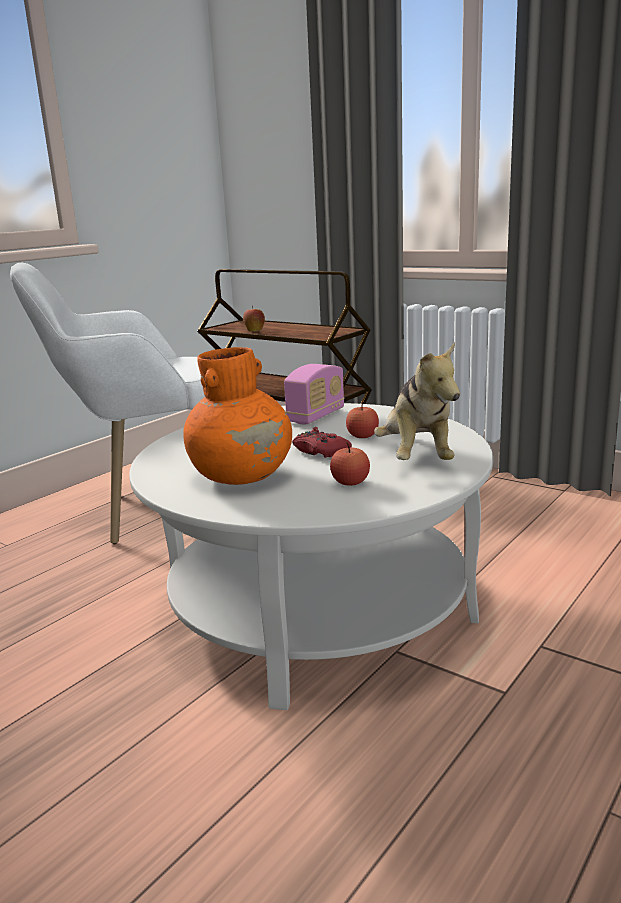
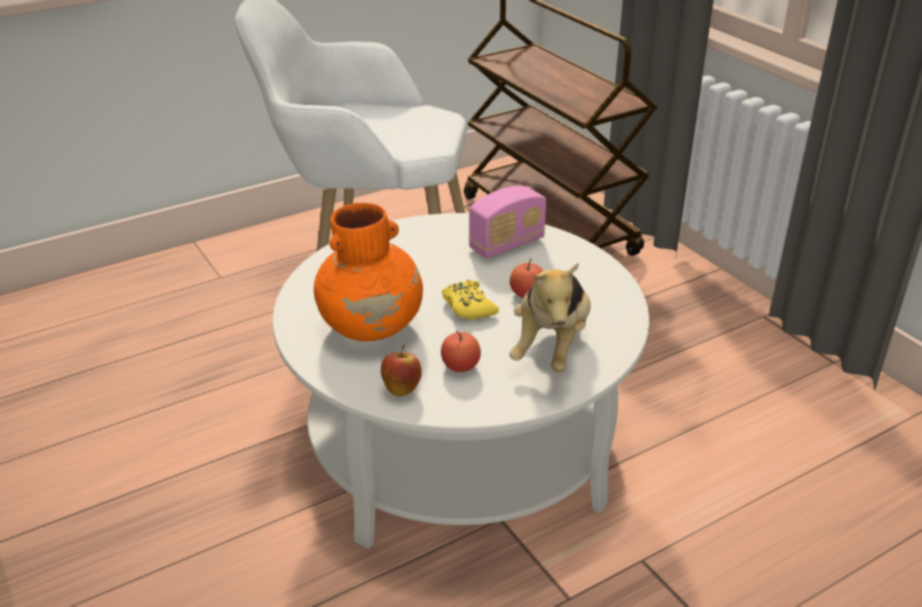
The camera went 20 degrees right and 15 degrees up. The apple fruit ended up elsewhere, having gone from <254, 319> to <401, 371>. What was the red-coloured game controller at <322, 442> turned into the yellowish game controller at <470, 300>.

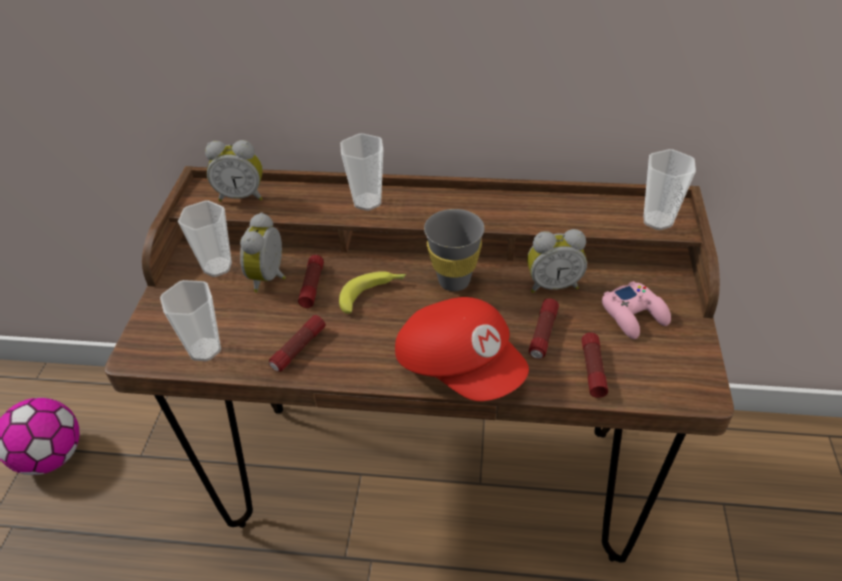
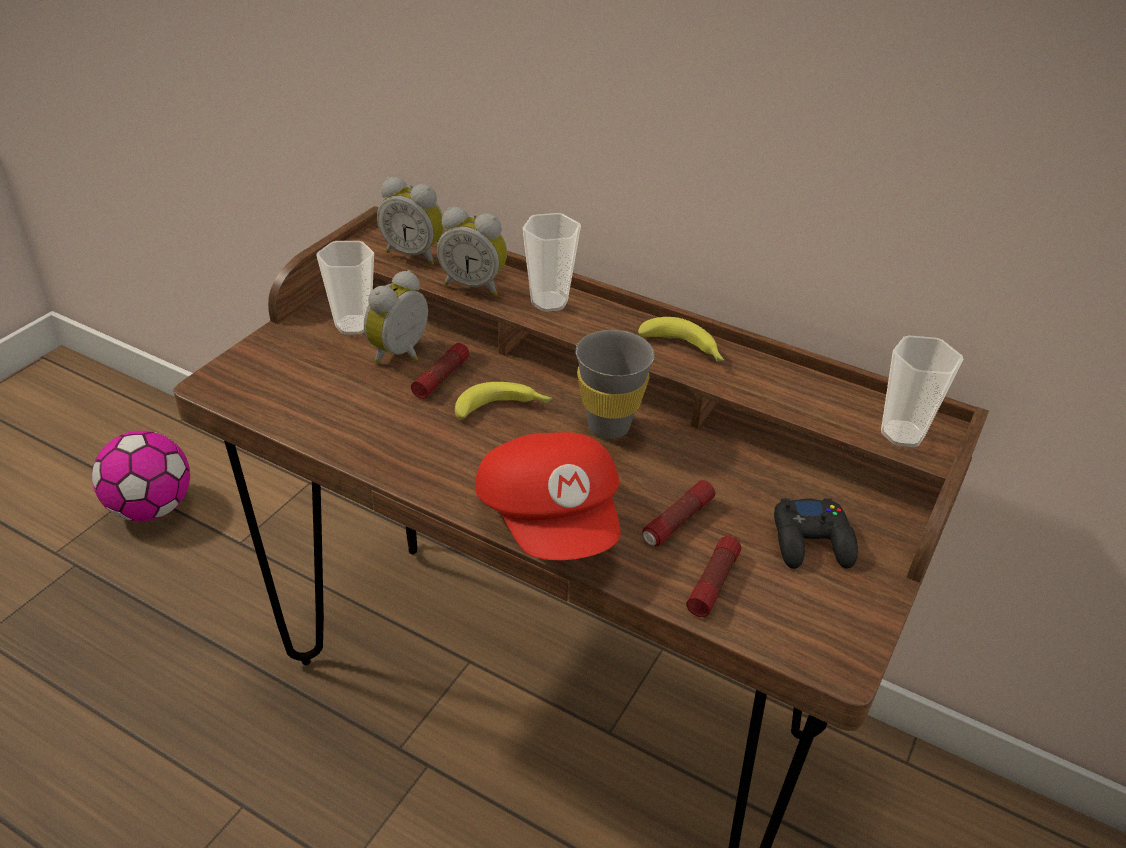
The camera went 20 degrees right and 5 degrees down. The second view lost the small cup at <190, 320>. The second view lost the hand torch at <297, 343>. The alarm clock ended up elsewhere, having gone from <557, 261> to <472, 251>. What was the pink game controller at <636, 310> turned into the blackish game controller at <816, 533>. The second view gained the banana at <681, 339>.

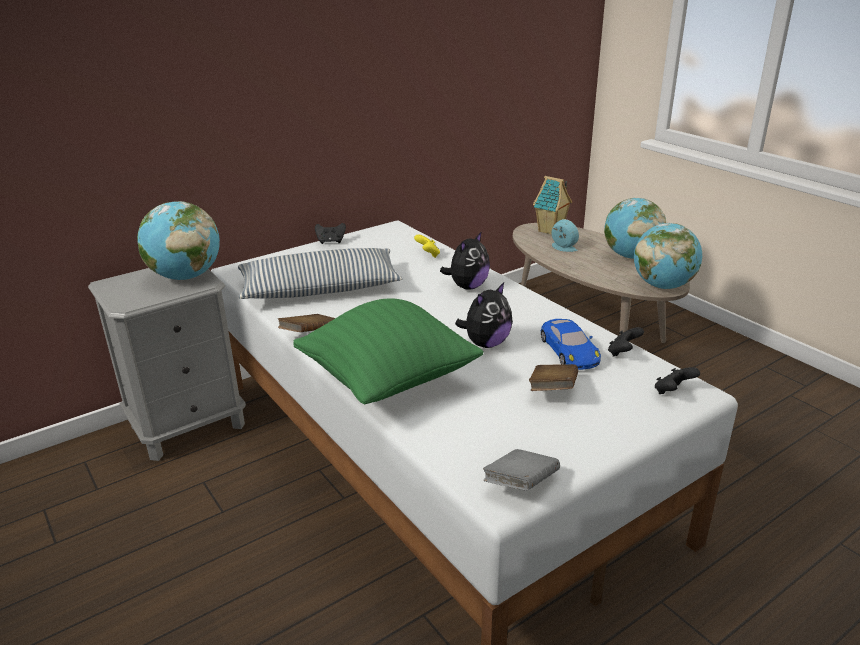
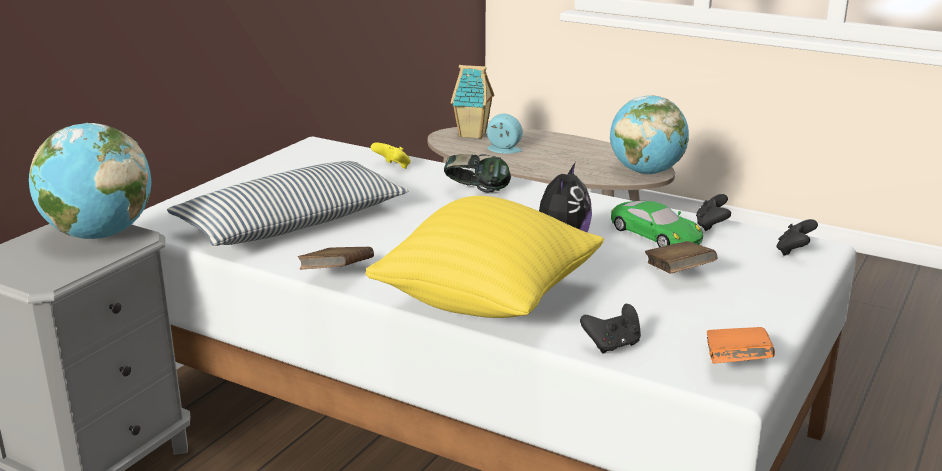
The camera went 25 degrees left and 5 degrees down. What was the green cushion at <388, 351> turned into the yellowish cushion at <484, 257>. The blackish game controller ended up elsewhere, having gone from <330, 233> to <610, 329>. Where the cuddly toy stood at <465, 260>, the pair of headphones came to stand at <477, 173>. What was the greyish book at <521, 469> turned into the orangey book at <741, 345>. What was the bluish model car at <571, 344> turned into the green model car at <657, 224>. The second view lost the desk globe at <635, 228>.

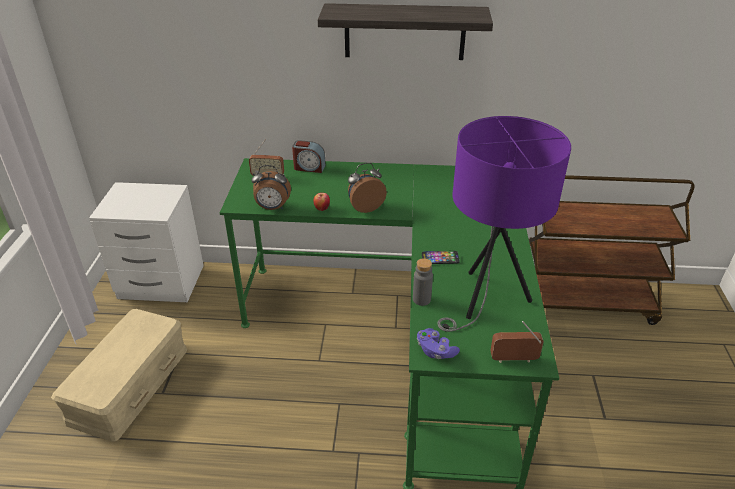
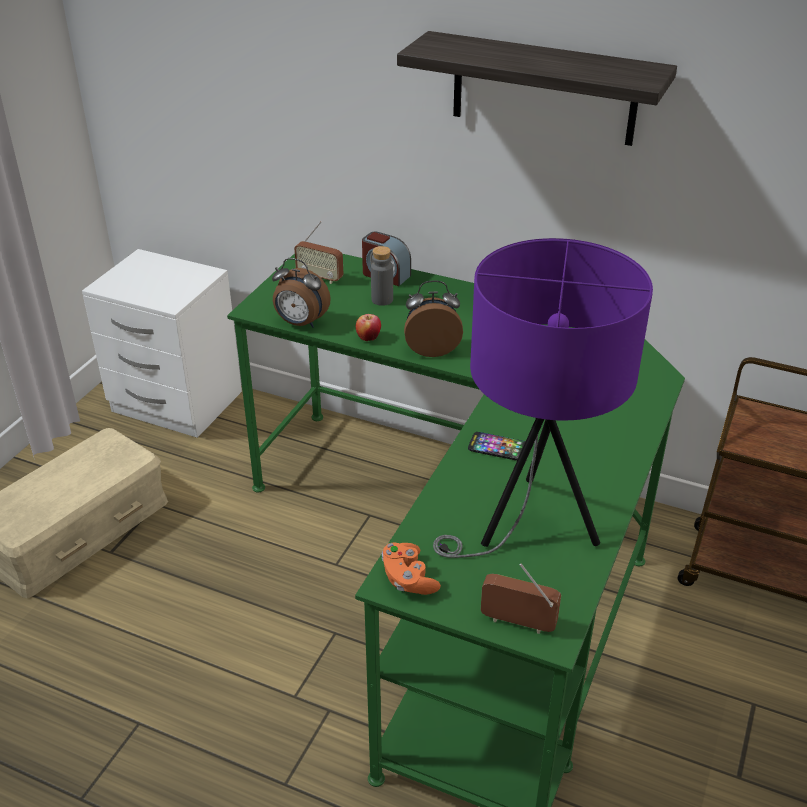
The camera went 20 degrees right and 0 degrees up. The greyish drink bottle ended up elsewhere, having gone from <423, 282> to <382, 276>. What was the purple game controller at <438, 343> turned into the orangey game controller at <411, 568>.

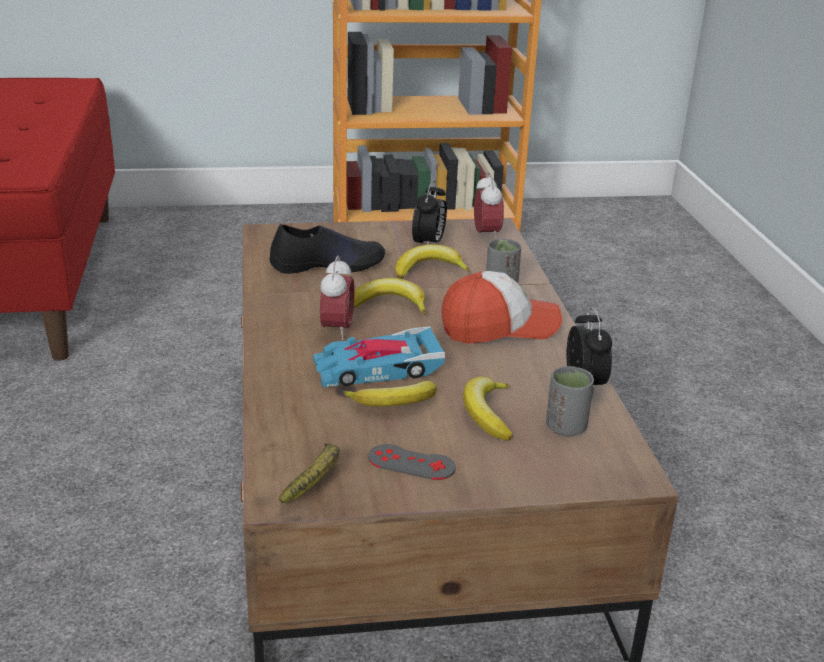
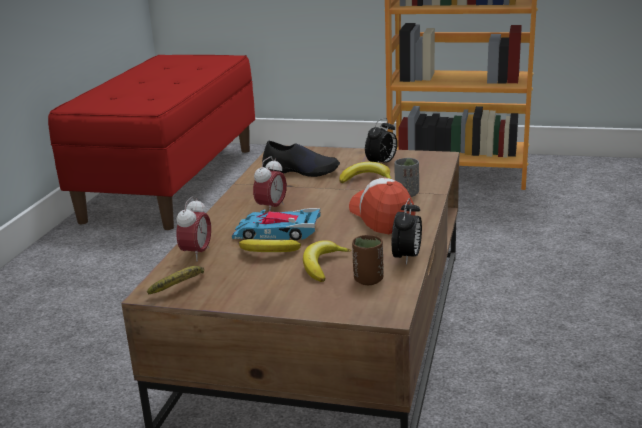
The camera went 25 degrees right and 5 degrees down. The second view lost the banana at <390, 296>. The second view lost the greyish game controller at <412, 462>. The cap at <501, 307> ended up facing another way, 120 degrees counterclockwise from before. The alarm clock ended up elsewhere, having gone from <489, 206> to <193, 228>. What was the greyish small cup at <570, 401> turned into the brown-coloured small cup at <368, 260>.

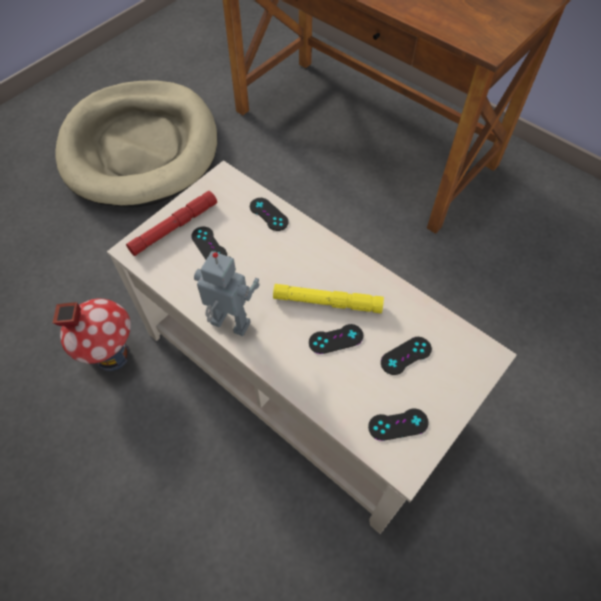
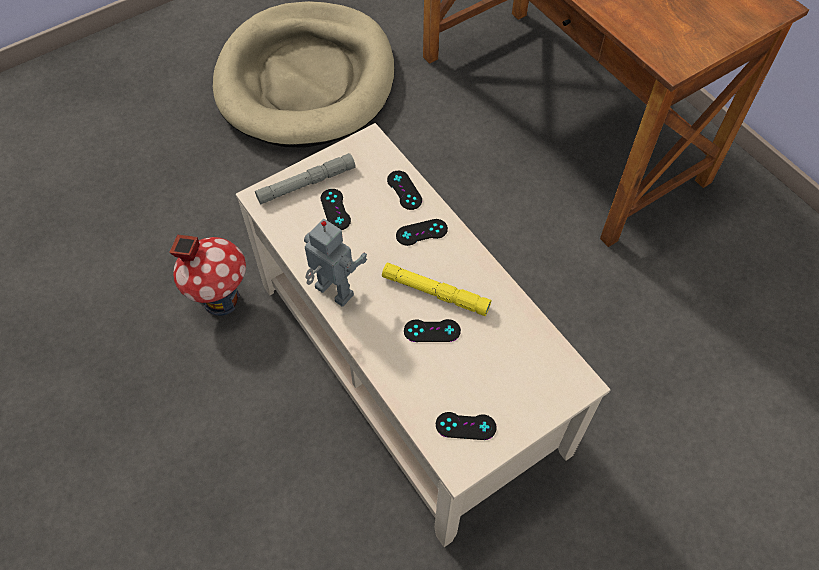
The camera went 15 degrees right and 0 degrees up. What was the red-coloured hand torch at <171, 223> turned into the greyish hand torch at <305, 179>. The blackish game controller ended up elsewhere, having gone from <406, 356> to <422, 232>.

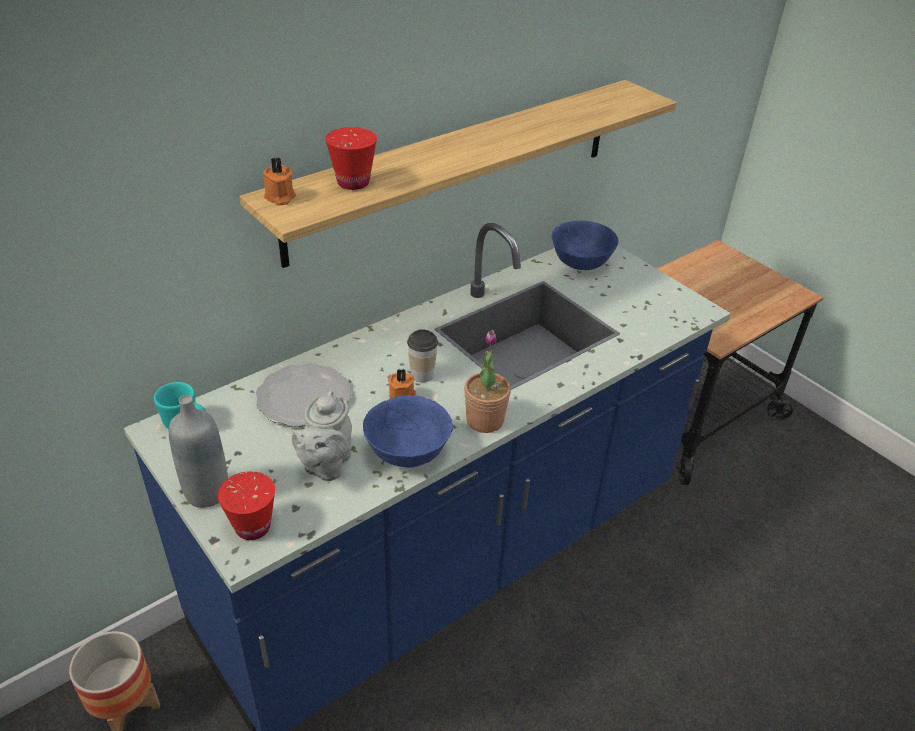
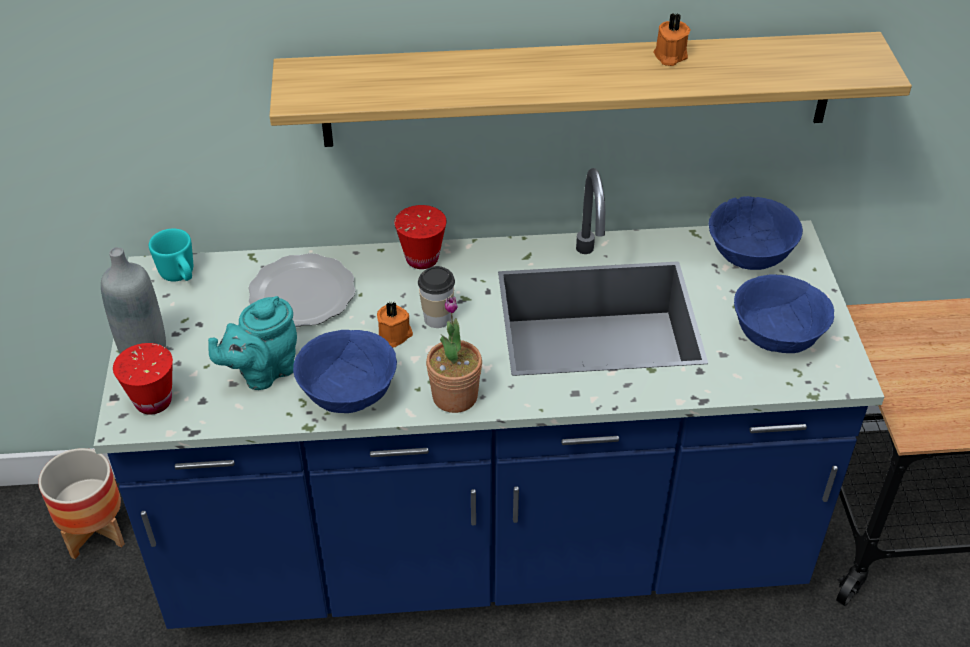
The camera went 35 degrees right and 5 degrees up. The orangey wax light ended up elsewhere, having gone from <279, 181> to <671, 39>. What was the greyish tea pot at <322, 435> turned into the turquoise-coloured tea pot at <252, 343>. The red-coloured small cup ended up elsewhere, having gone from <351, 158> to <420, 237>. The second view gained the bluish bowl at <784, 313>.

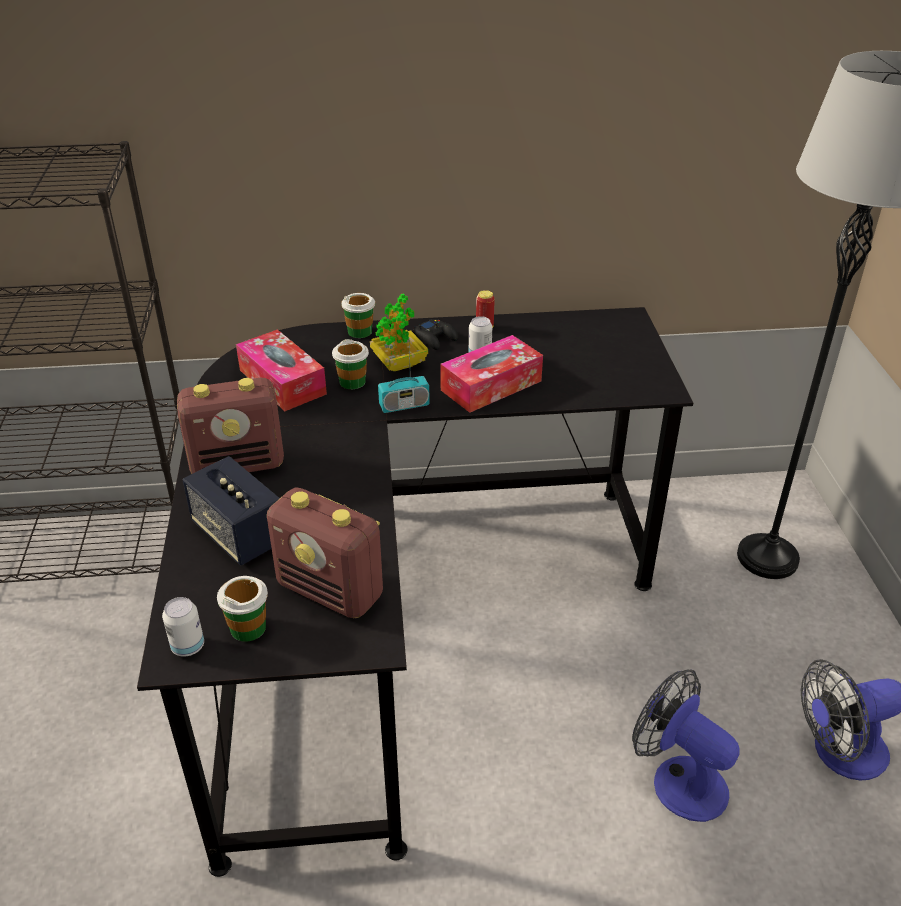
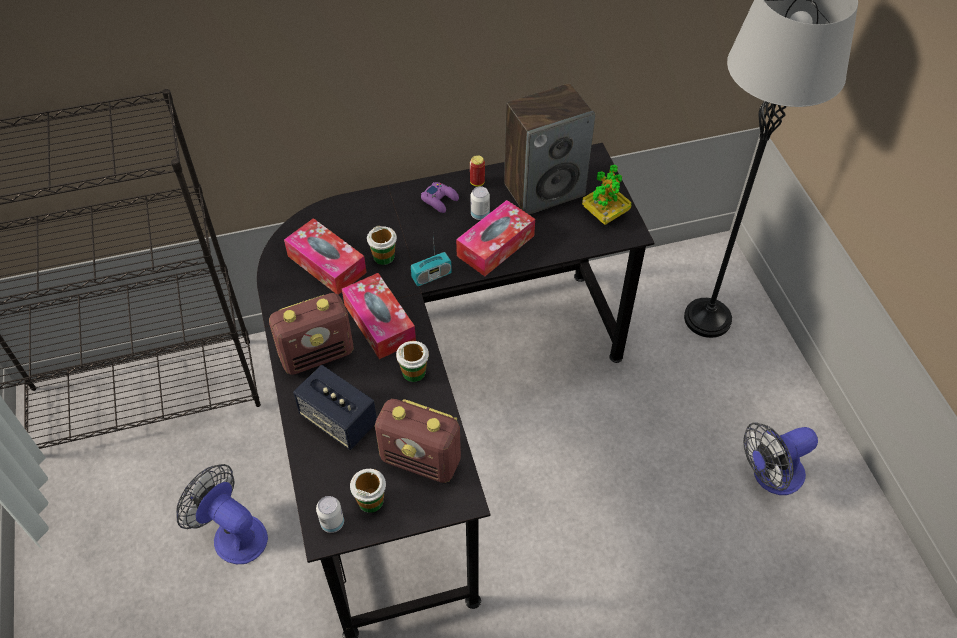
The camera went 10 degrees left and 15 degrees up. The small cup ended up elsewhere, having gone from <358, 315> to <412, 361>. The plant in a pot ended up elsewhere, having gone from <399, 332> to <607, 194>. What was the blackish game controller at <436, 334> turned into the purple game controller at <440, 197>. The fan ended up elsewhere, having gone from <686, 746> to <222, 514>. The second view gained the box of tissues at <379, 316>. The second view gained the loudspeaker at <549, 149>.

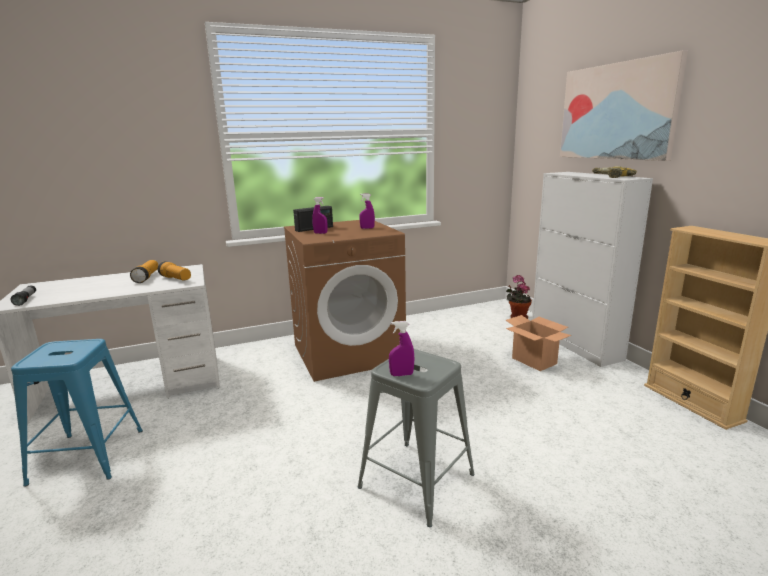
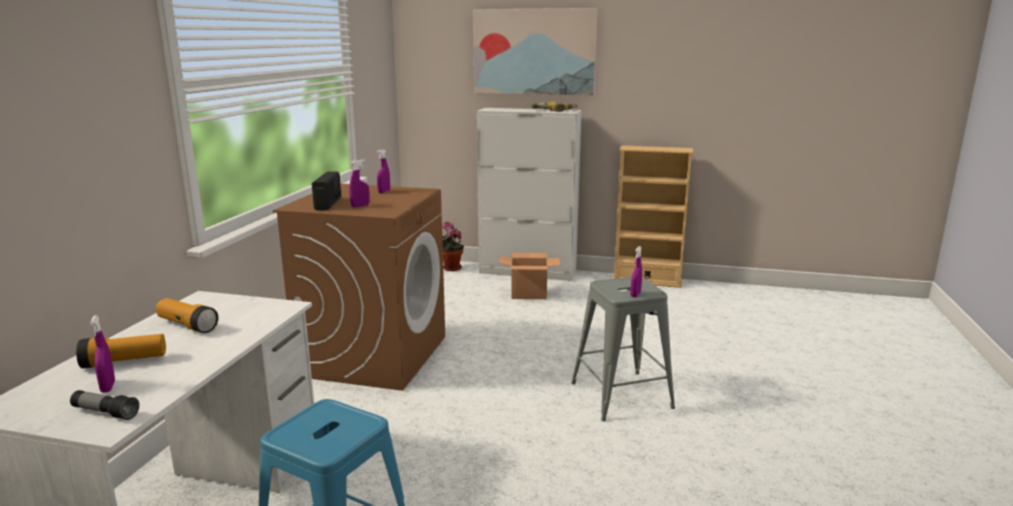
The camera went 55 degrees left and 0 degrees up. The hand torch ended up elsewhere, having gone from <174, 270> to <121, 351>. The second view gained the purple sprayer at <102, 354>.

